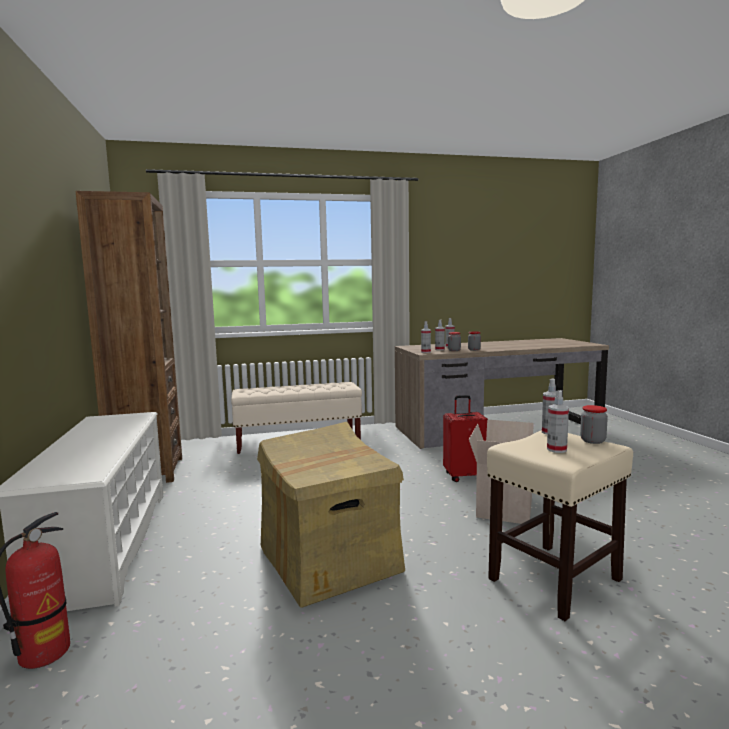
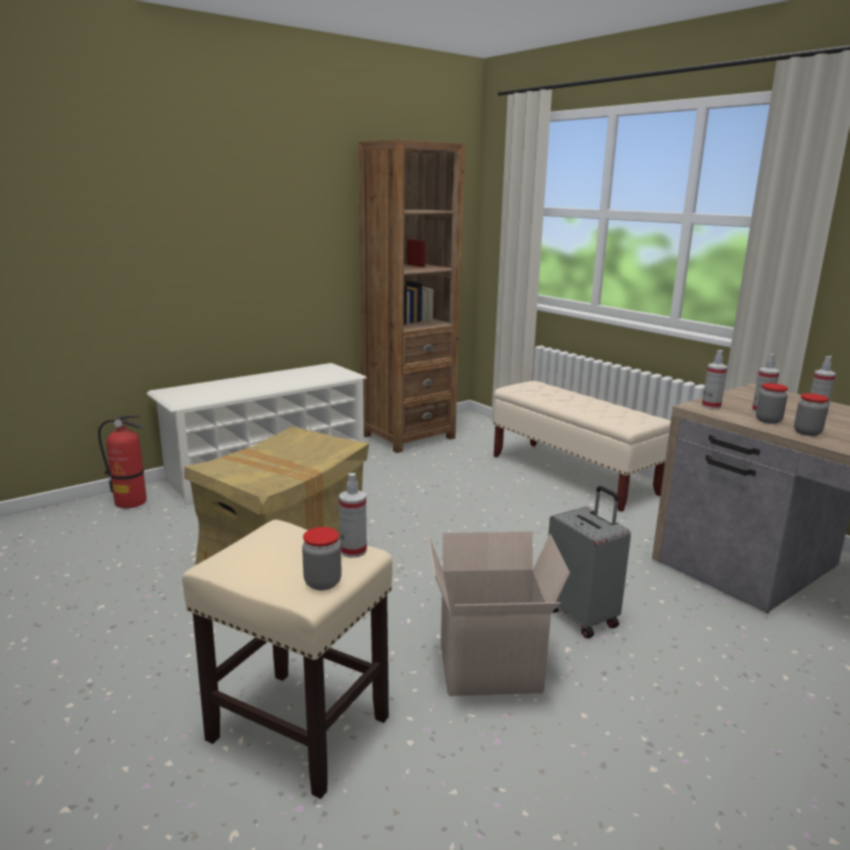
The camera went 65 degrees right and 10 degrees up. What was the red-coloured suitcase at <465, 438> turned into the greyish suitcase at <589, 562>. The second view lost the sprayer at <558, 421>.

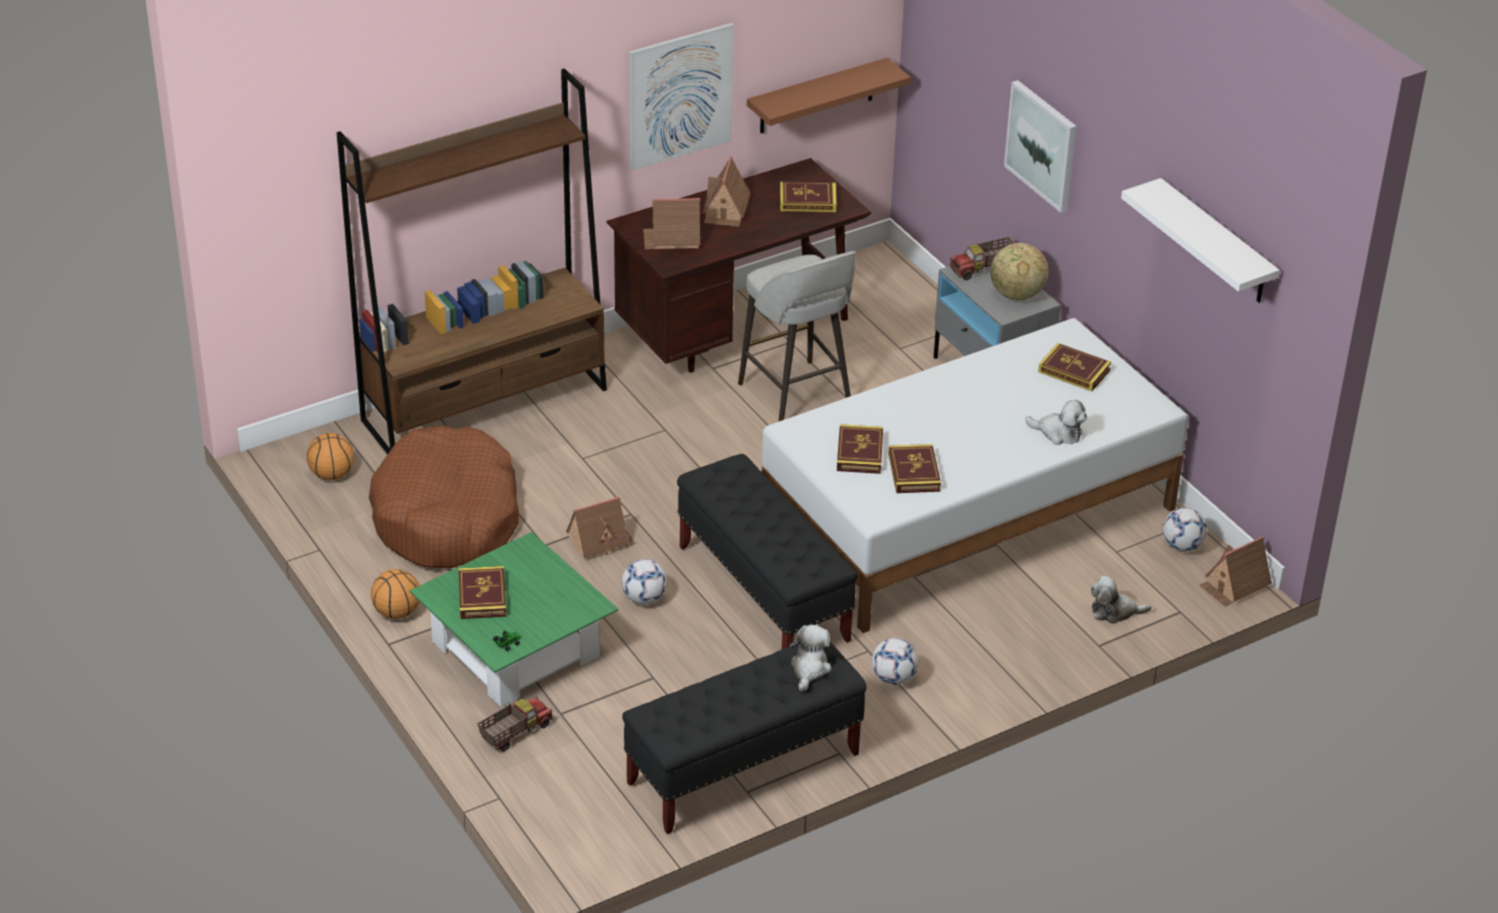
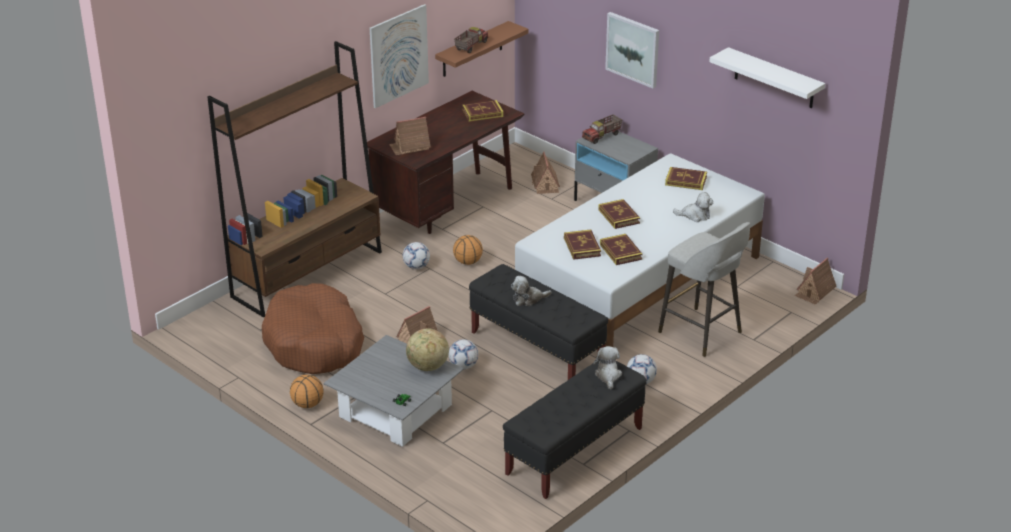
The camera went 15 degrees left and 5 degrees down. The basketball ball ended up elsewhere, having gone from <330, 456> to <468, 250>. What was the green lounge table at <514, 619> turned into the greyish lounge table at <393, 391>. The book ended up elsewhere, having gone from <482, 592> to <619, 214>. The toy truck ended up elsewhere, having gone from <515, 724> to <471, 40>. The model house ended up elsewhere, having gone from <726, 191> to <545, 173>. The greyish stool ended up elsewhere, having gone from <797, 336> to <704, 289>. The desk globe ended up elsewhere, having gone from <1019, 271> to <427, 349>. The cuddly toy ended up elsewhere, having gone from <1121, 600> to <531, 291>. The ball for football ended up elsewhere, having gone from <1185, 530> to <416, 255>.

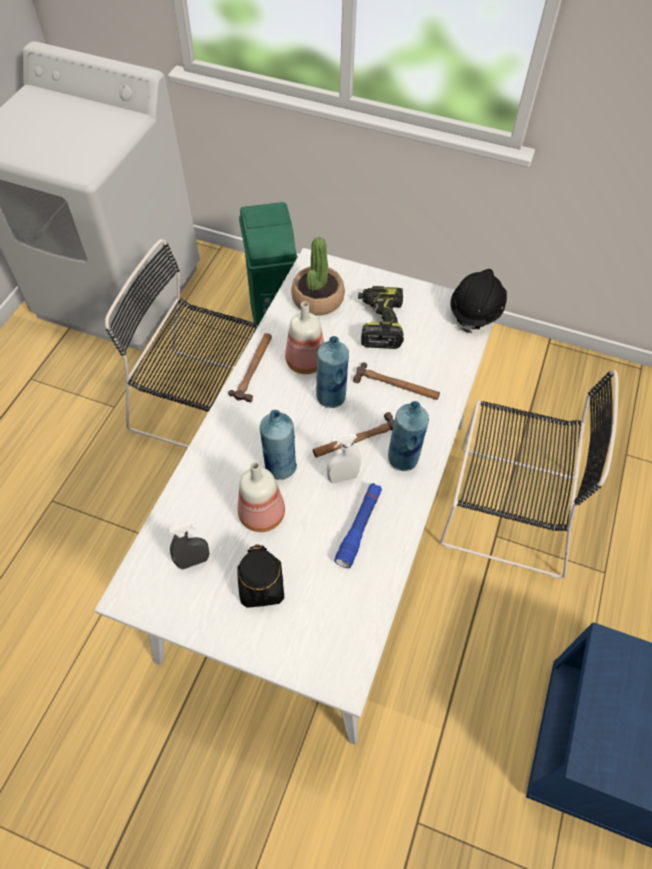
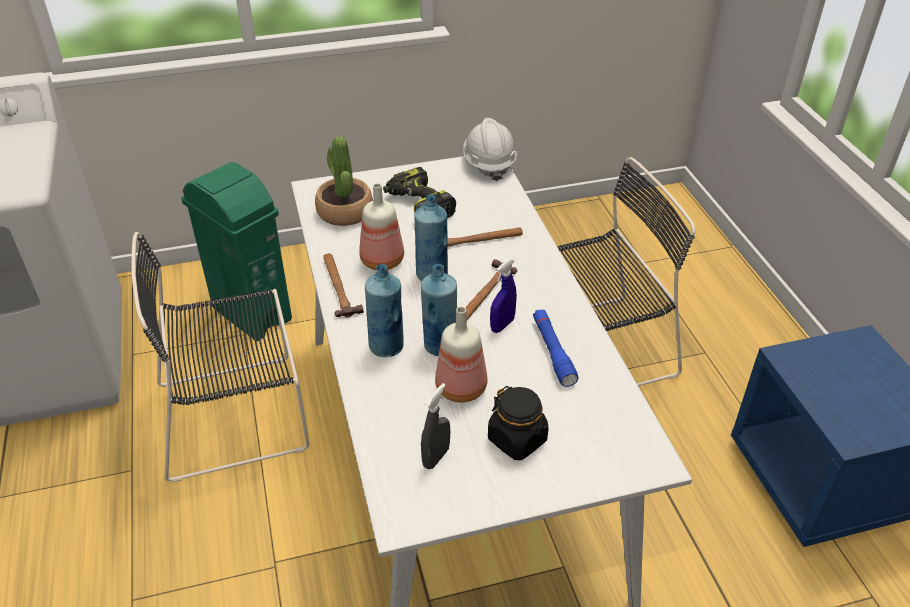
The camera went 35 degrees left and 15 degrees down. What was the white sprayer at <344, 458> turned into the bluish sprayer at <503, 296>. The bluish drink bottle ended up elsewhere, having gone from <408, 436> to <384, 310>. What was the blackish work helmet at <478, 301> turned into the white work helmet at <490, 149>.

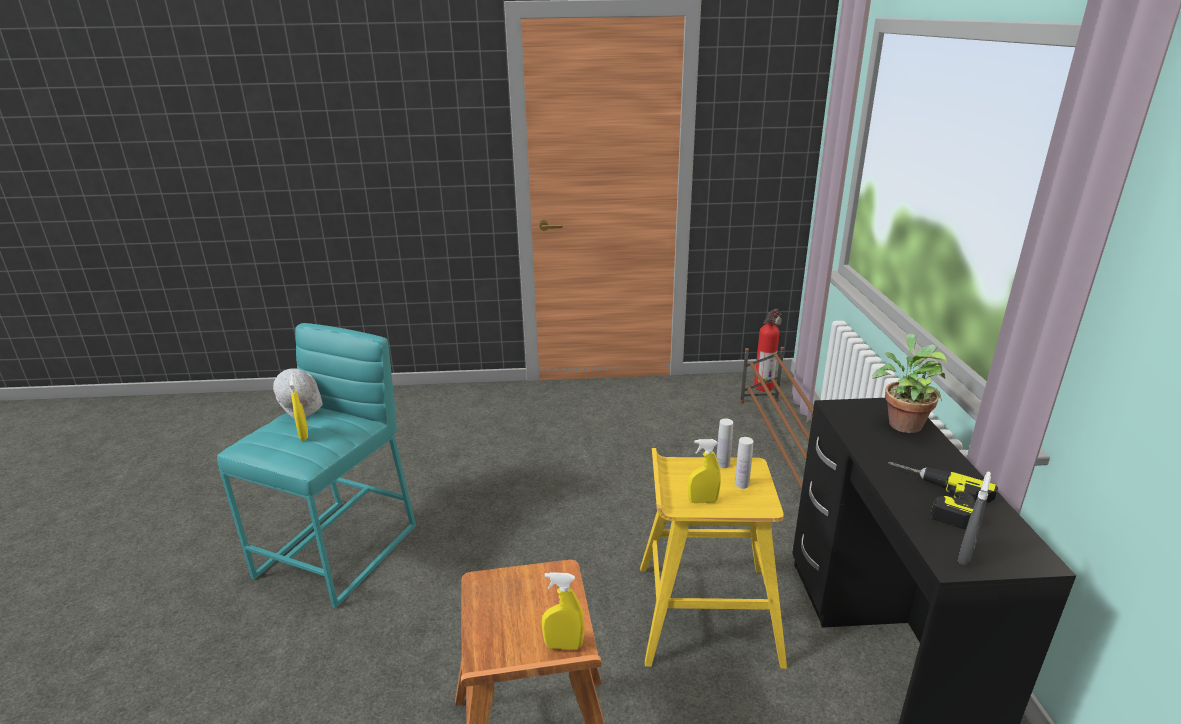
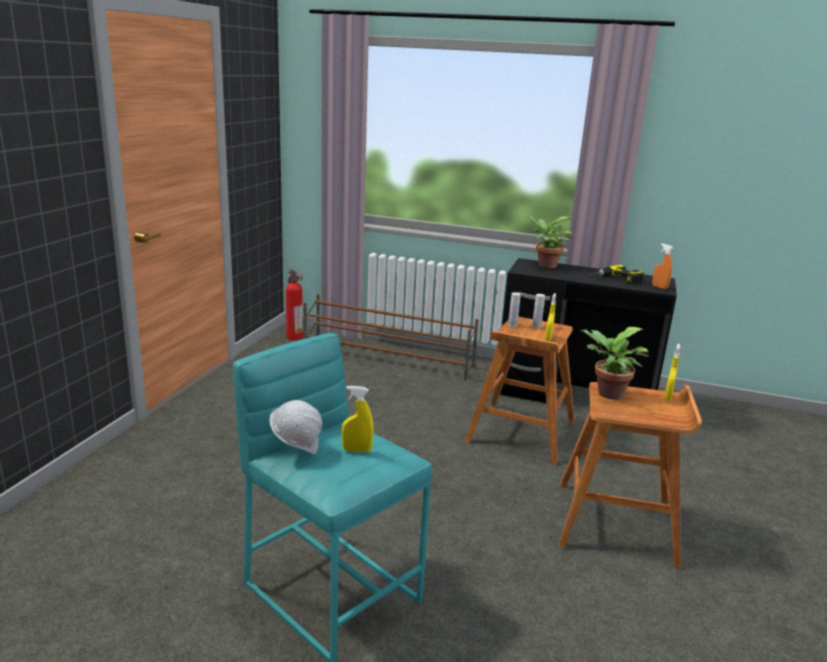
The camera went 70 degrees left and 5 degrees down. What was the yellowish stool at <713, 558> turned into the brown-coloured stool at <520, 391>. What was the greyish sprayer at <974, 519> turned into the orangey sprayer at <662, 266>. The second view gained the plant in a pot at <614, 363>.

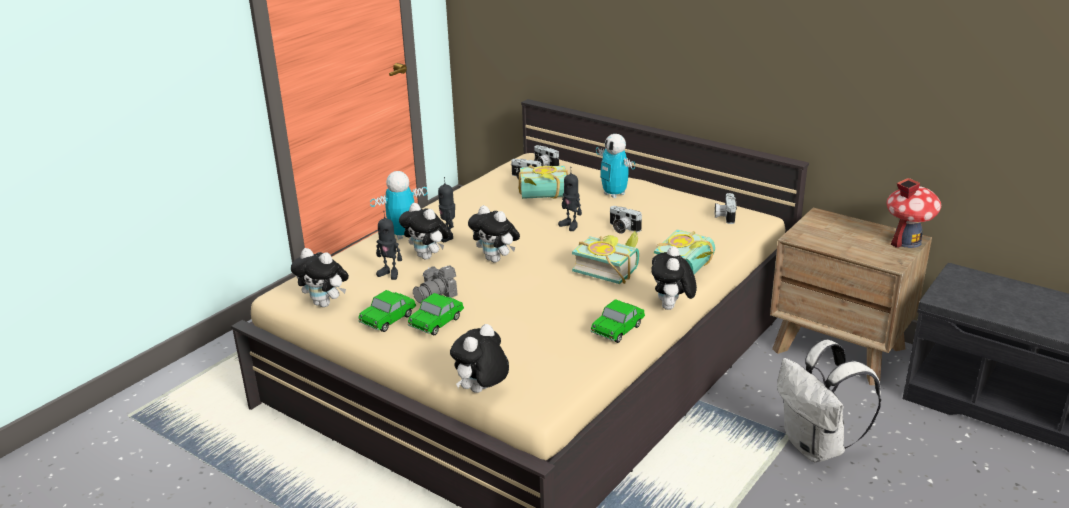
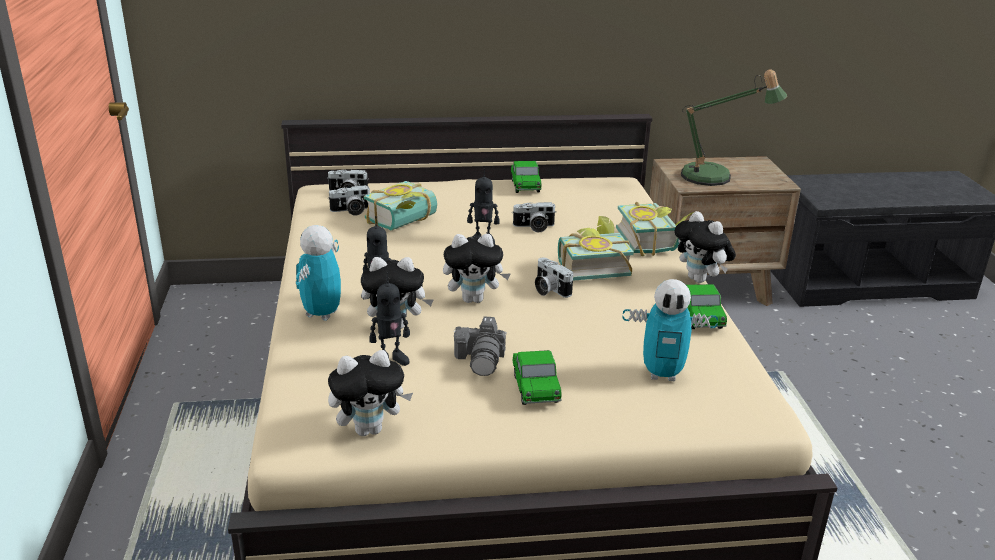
The camera went 45 degrees left and 0 degrees up. The model car ended up elsewhere, having gone from <387, 311> to <526, 177>. The second view lost the cuddly toy at <479, 358>. The robot figure ended up elsewhere, having gone from <615, 166> to <670, 330>. The still camera ended up elsewhere, having gone from <726, 208> to <554, 278>. The second view lost the white knapsack at <829, 401>. The second view lost the model house at <914, 213>. The second view gained the tabletop lamp at <734, 127>.

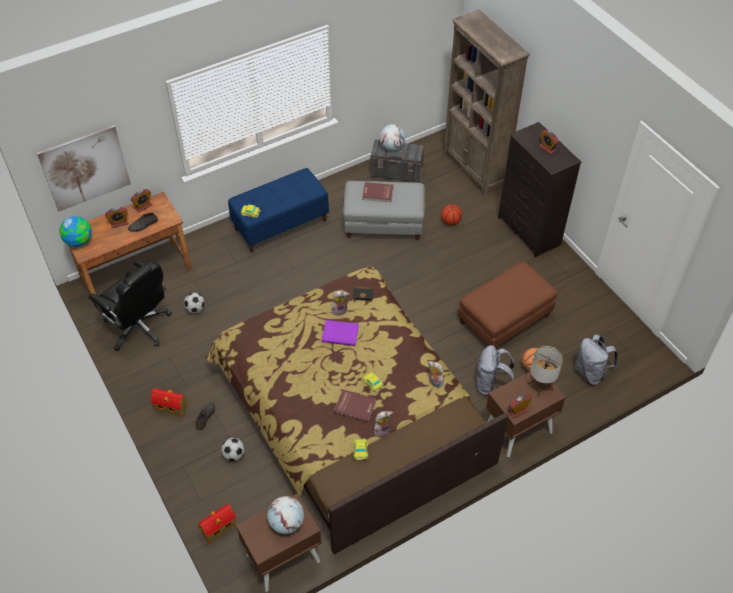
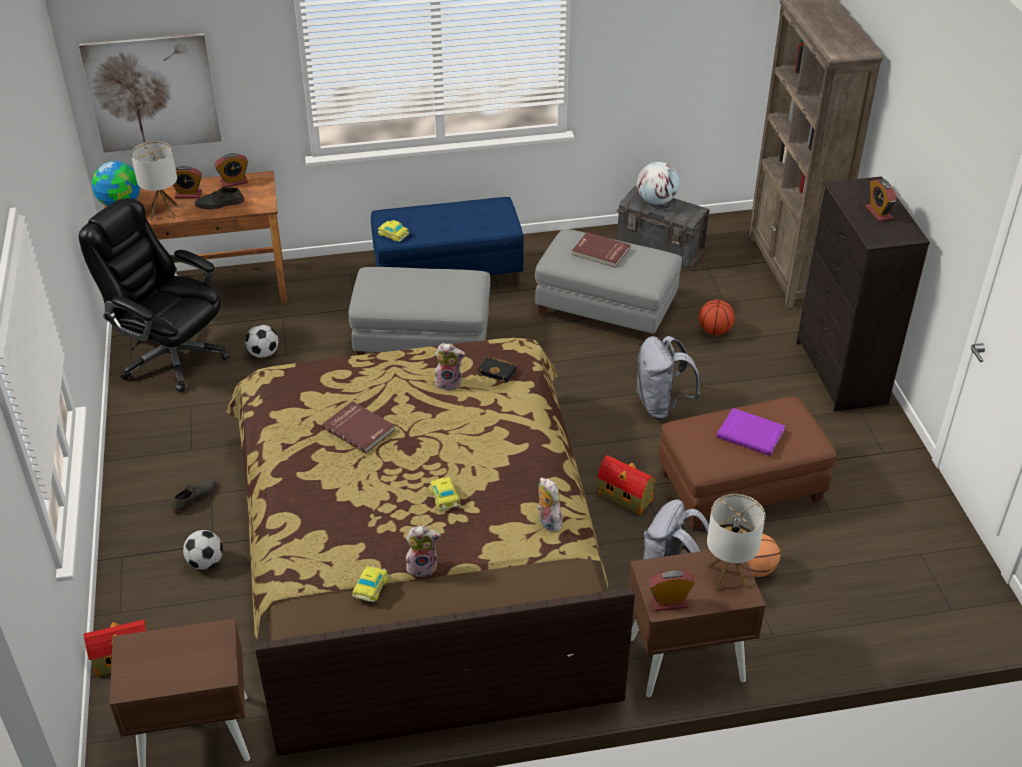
The camera went 20 degrees right and 10 degrees down. The blackish desk chair at <130, 305> ended up facing another way, 150 degrees clockwise from before. The model house ended up elsewhere, having gone from <169, 402> to <626, 485>. The second view lost the desk globe at <285, 515>. The purple book ended up elsewhere, having gone from <340, 333> to <751, 432>. The red-coloured book ended up elsewhere, having gone from <355, 406> to <358, 427>. The greyish knapsack ended up elsewhere, having gone from <596, 359> to <668, 377>. The second view gained the tabletop lamp at <154, 181>. The second view gained the greyish footrest at <419, 311>.

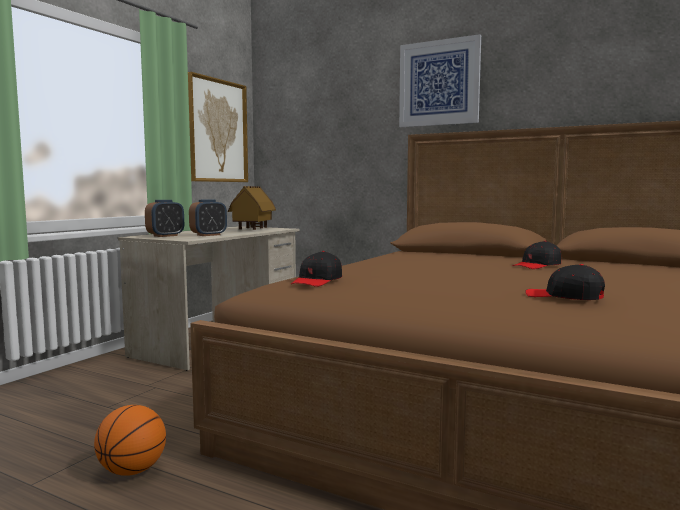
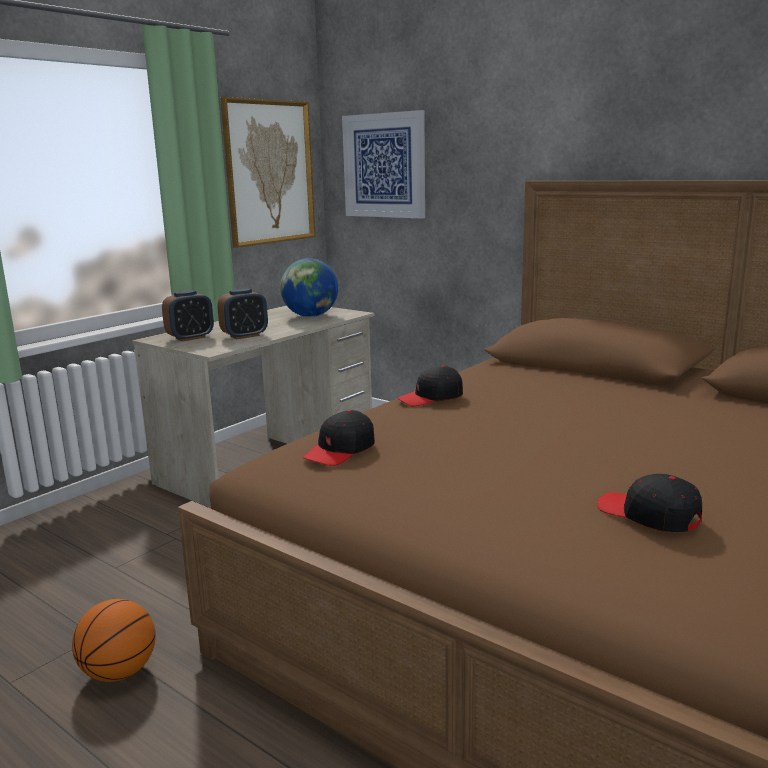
The camera went 10 degrees right and 10 degrees up. Where the model house stood at <252, 208>, the desk globe came to stand at <309, 287>. The wall picture ended up elsewhere, having gone from <440, 80> to <383, 164>. The blackish cap ended up elsewhere, having gone from <537, 255> to <430, 386>.

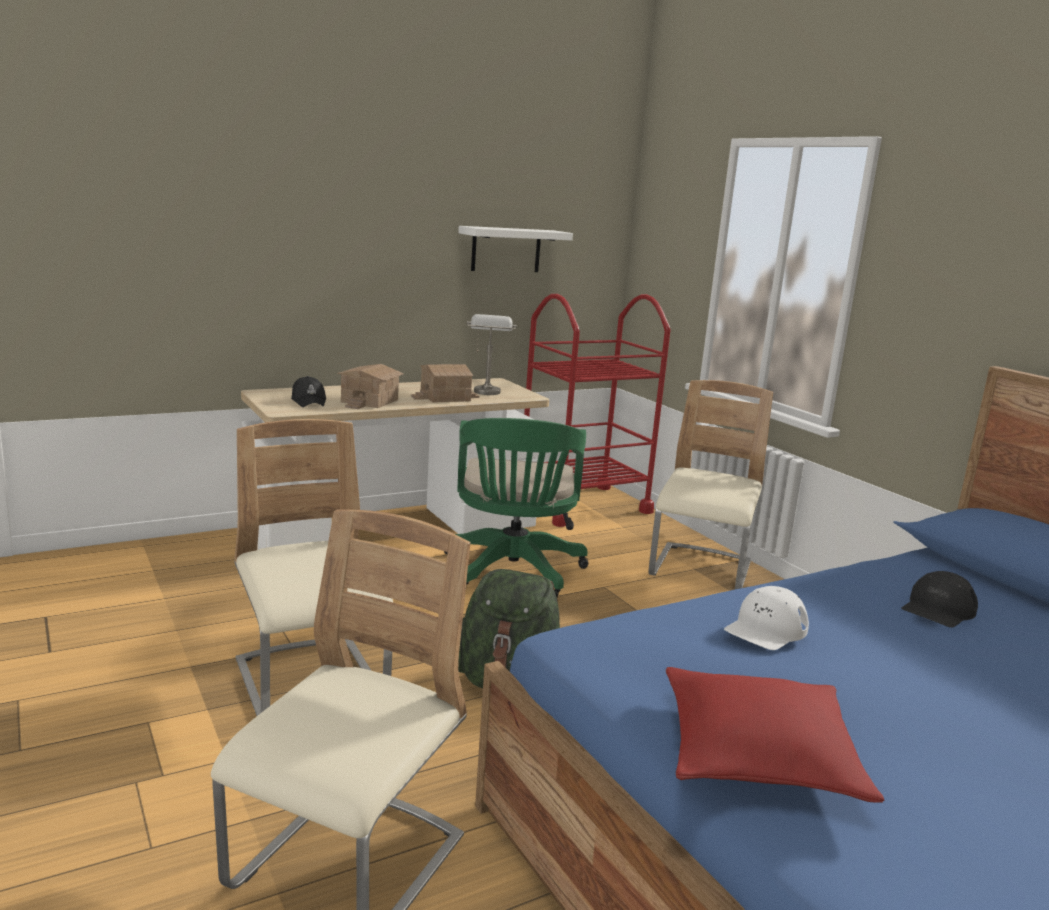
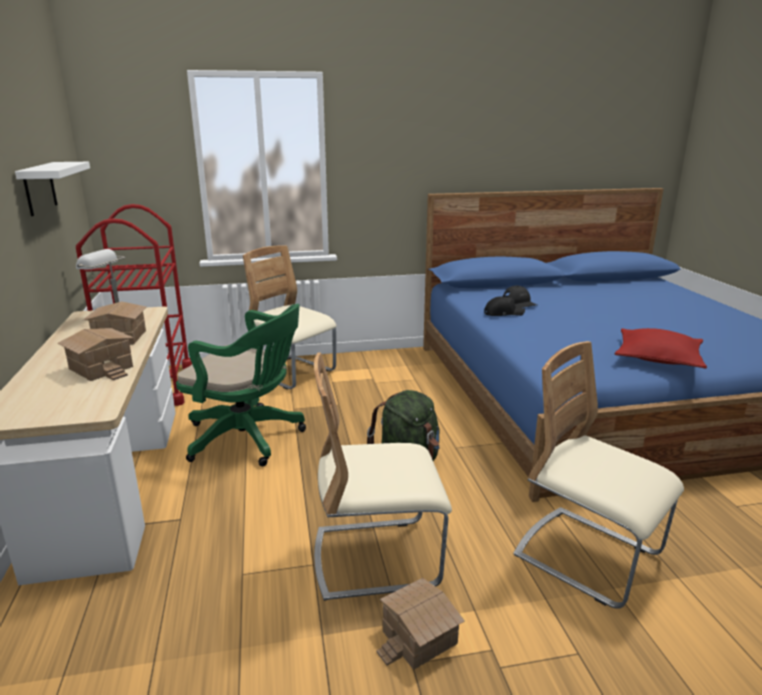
The camera went 70 degrees left and 5 degrees up. The blackish cap ended up elsewhere, having gone from <308, 391> to <504, 306>. The second view lost the white cap at <766, 618>. The second view gained the model house at <421, 624>.

